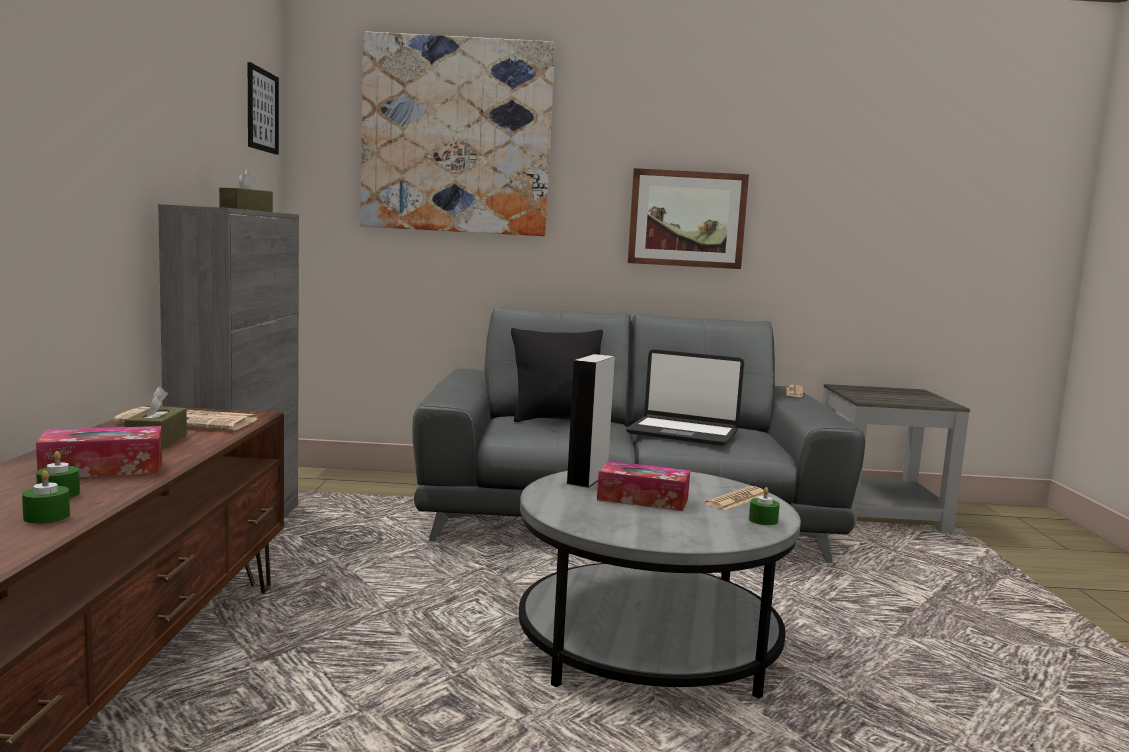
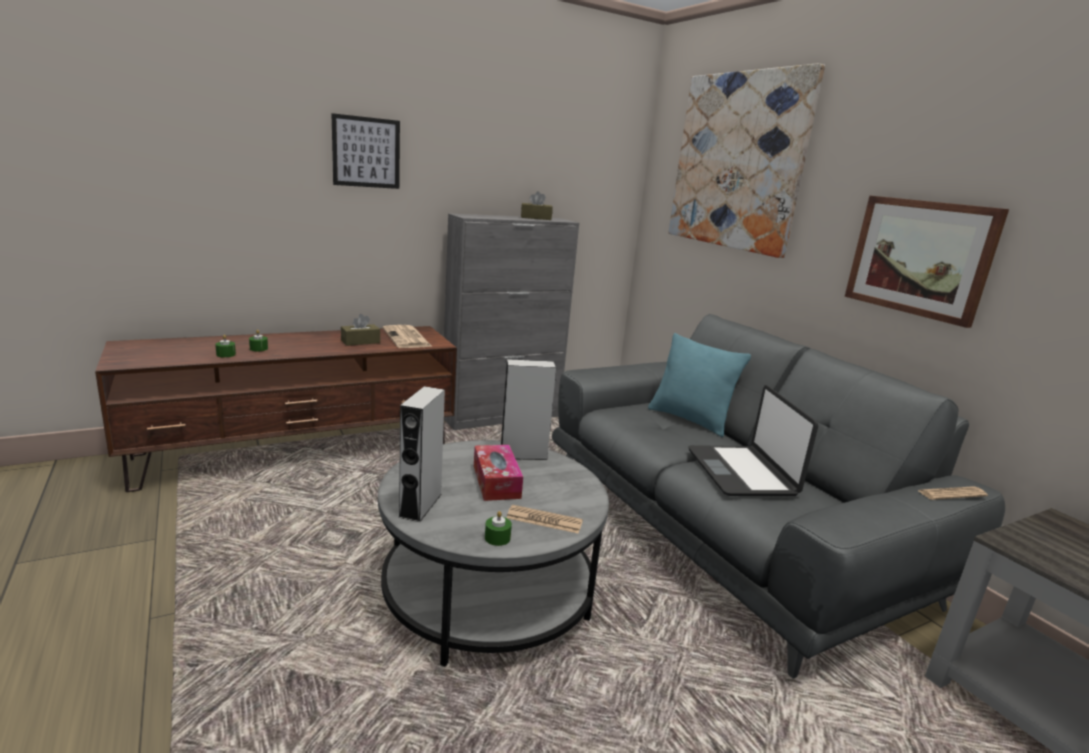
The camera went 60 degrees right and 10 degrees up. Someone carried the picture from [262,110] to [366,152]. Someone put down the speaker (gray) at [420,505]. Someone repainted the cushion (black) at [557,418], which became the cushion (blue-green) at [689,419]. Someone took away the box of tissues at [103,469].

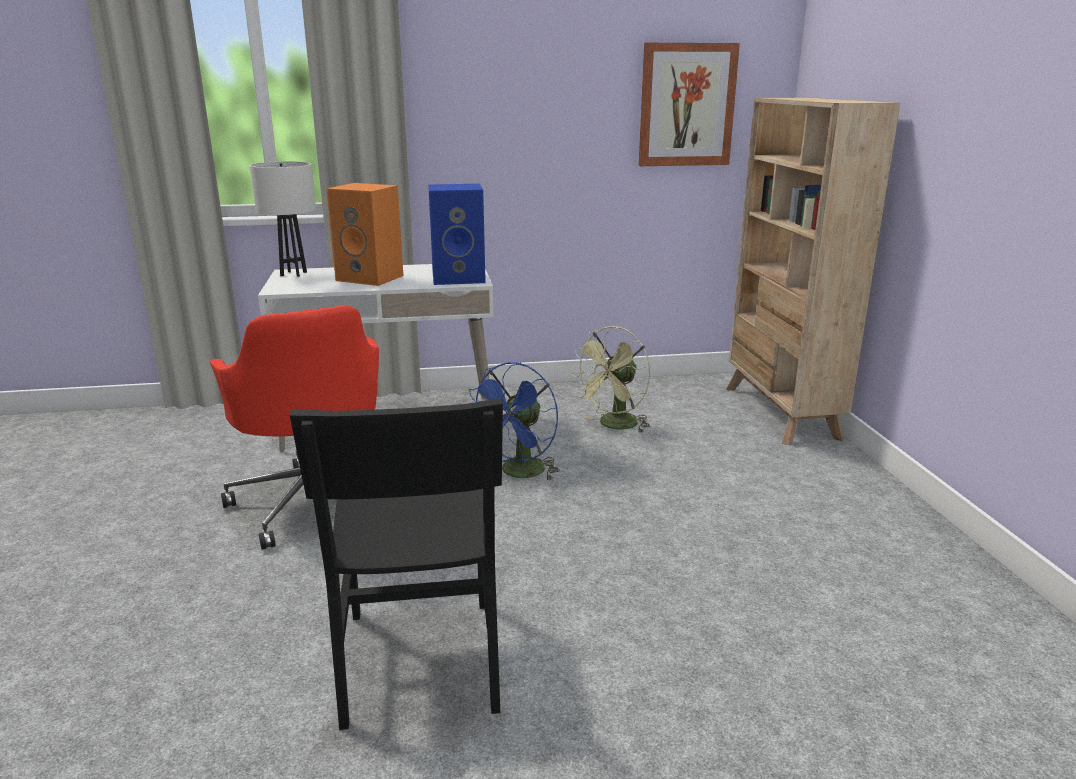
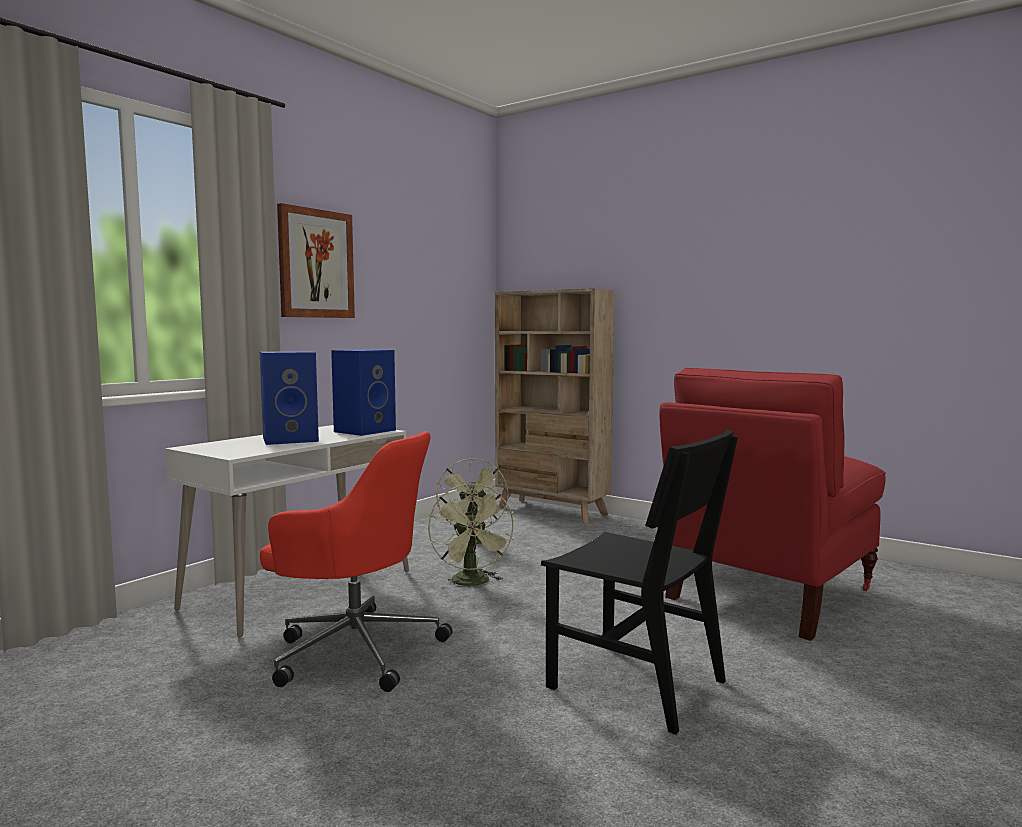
The camera went 45 degrees left and 15 degrees down. Someone repainted the speaker (orange-coloured) at [372,278], which became the speaker (blue) at [292,439]. Someone carried the picture from [686,105] to [316,264]. Someone repainted the cooling fan (blue) at [519,473], which became the cooling fan (green-coloured) at [473,583]. Someone put down the plain chair (red) at [769,594]. Someone took away the table lamp (white) at [293,274].

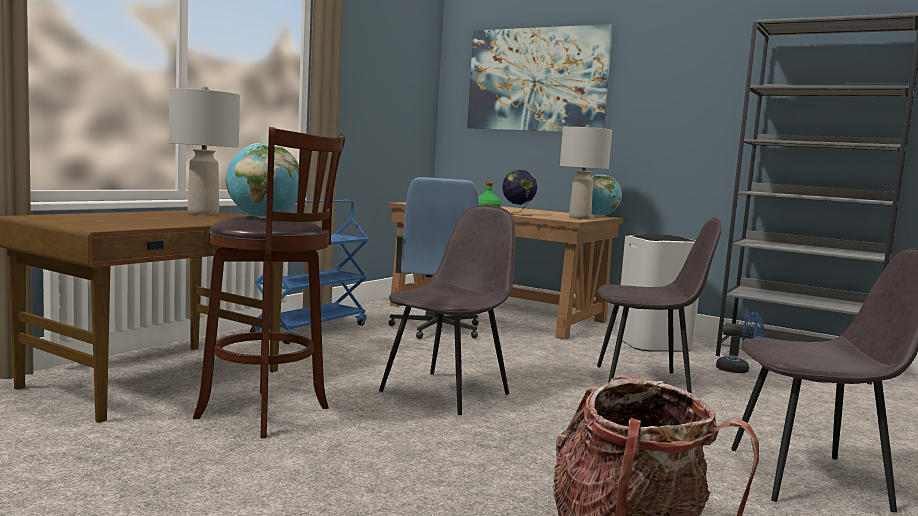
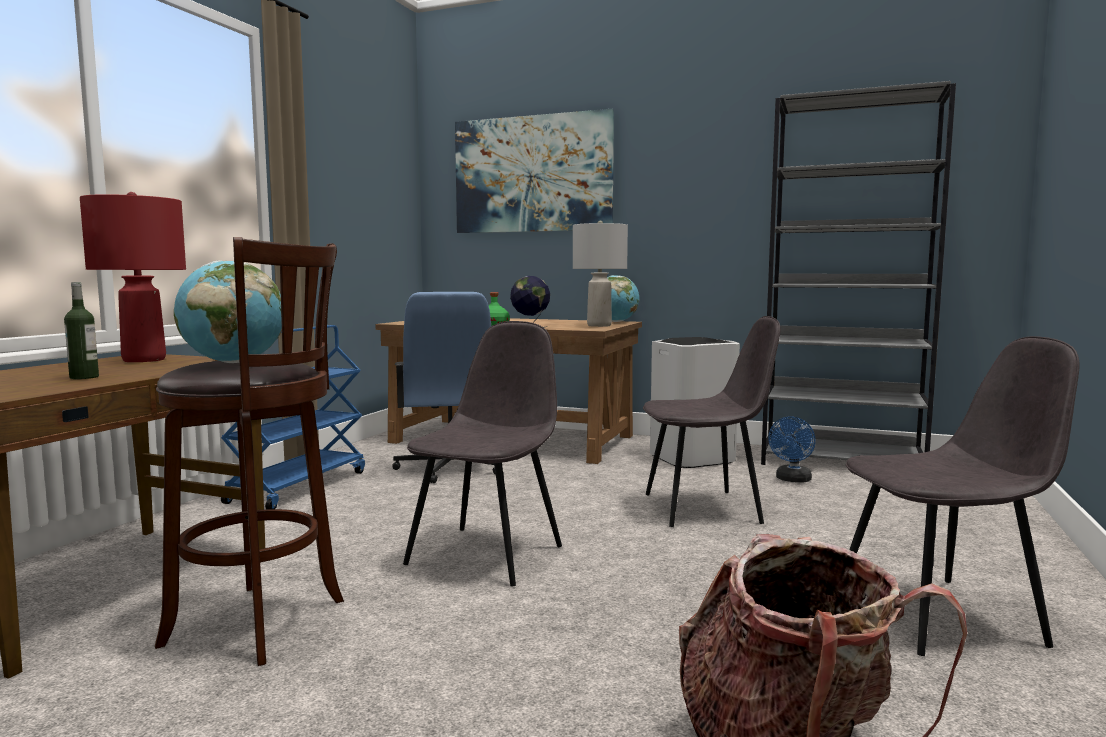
The camera went 10 degrees left and 0 degrees up. Someone put down the beverage bottle at [84,377]. Someone repainted the table lamp (gray) at [204,214], which became the table lamp (red) at [145,360]. Someone rotated the cooling fan (blue) at [738,370] by 105 degrees clockwise.

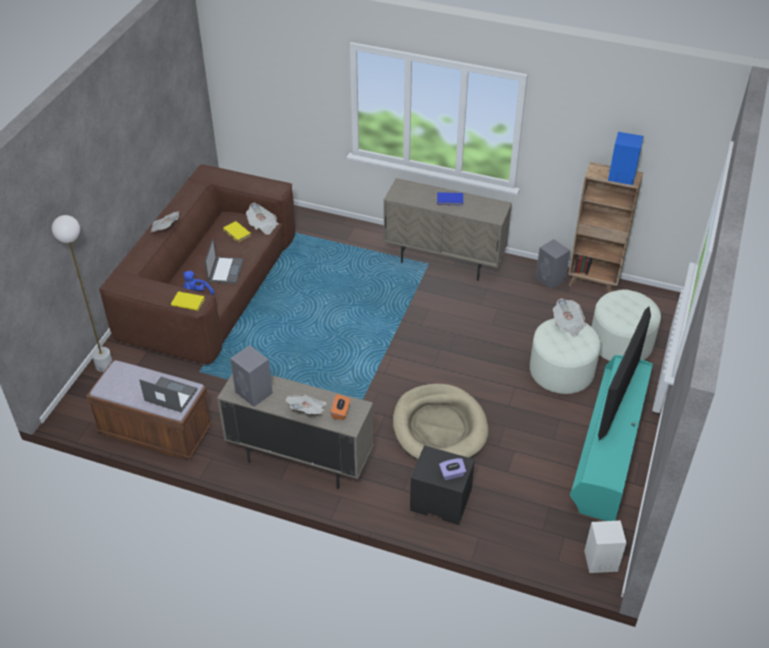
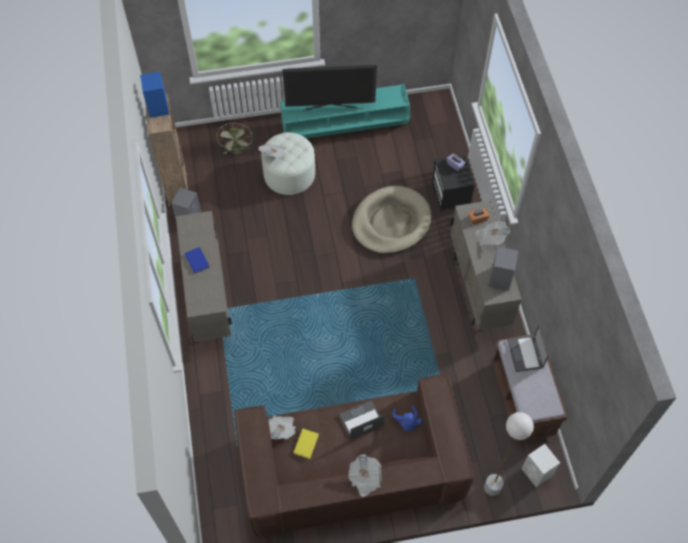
The camera went 120 degrees left and 15 degrees up. Someone swapped the pouffe (white) at [621,342] for the cooling fan (green-coloured) at [237,151]. Someone carried the speaker (white) from [600,561] to [537,473]. Someone took away the book (yellowish) at [188,301].

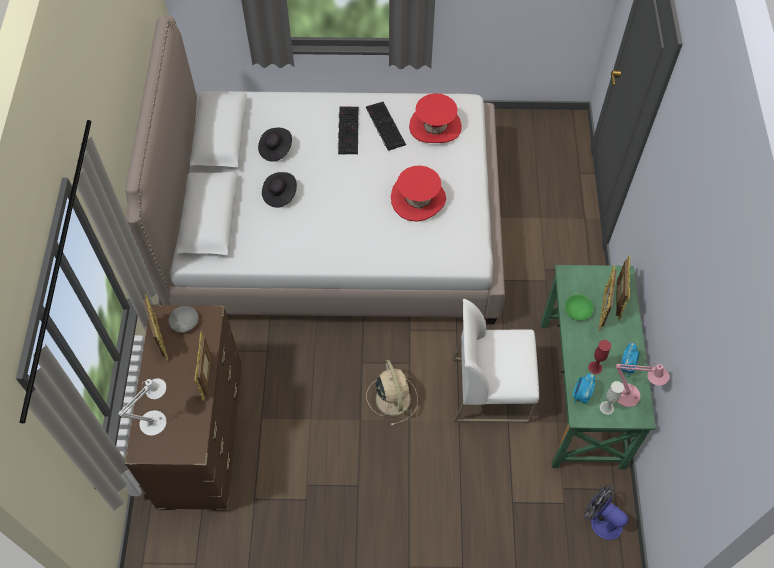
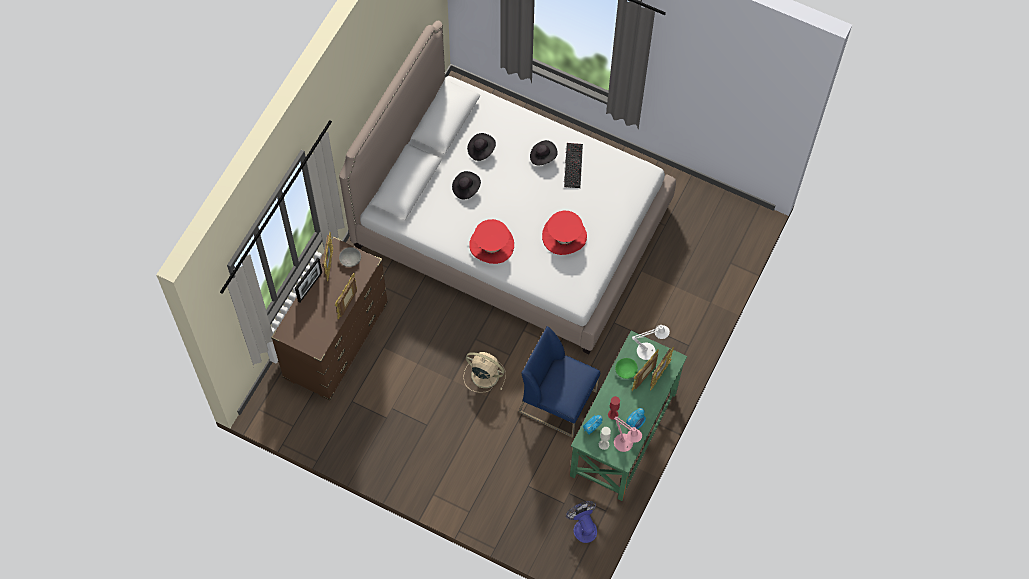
The camera went 25 degrees right and 5 degrees up. Someone put down the picture frame at [310,287]. Someone rotated the cooling fan (beige-coloured) at [392,397] by 75 degrees counterclockwise. Someone carried the clothing hat (red) from [435,126] to [491,245]. Someone repainted the plain chair (white) at [491,389], which became the plain chair (blue) at [558,401]. Someone swapped the computer keyboard at [347,130] for the clothing hat (black) at [543,156]. Someone carried the table lamp (white) from [157,421] to [649,351].

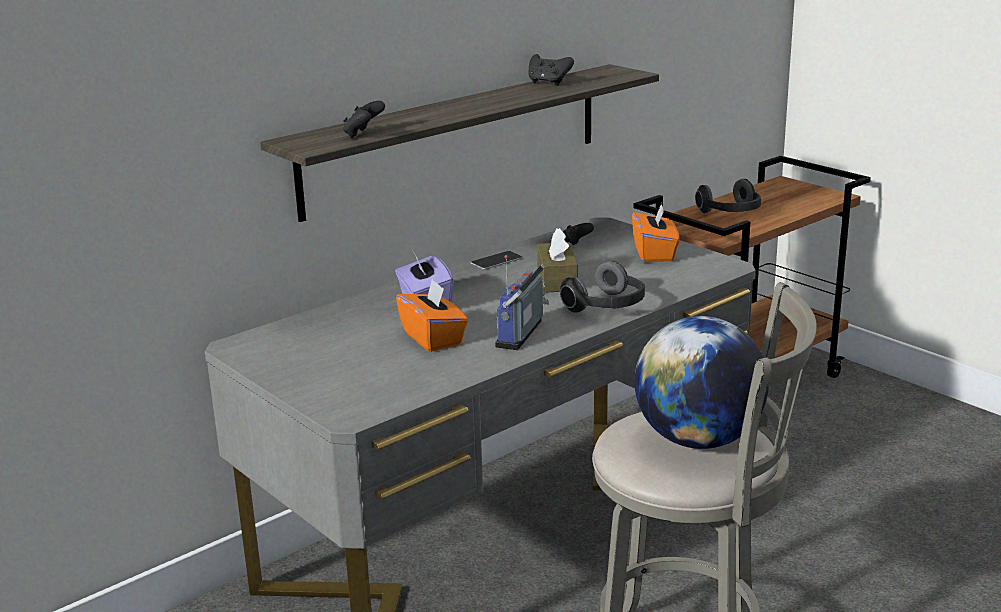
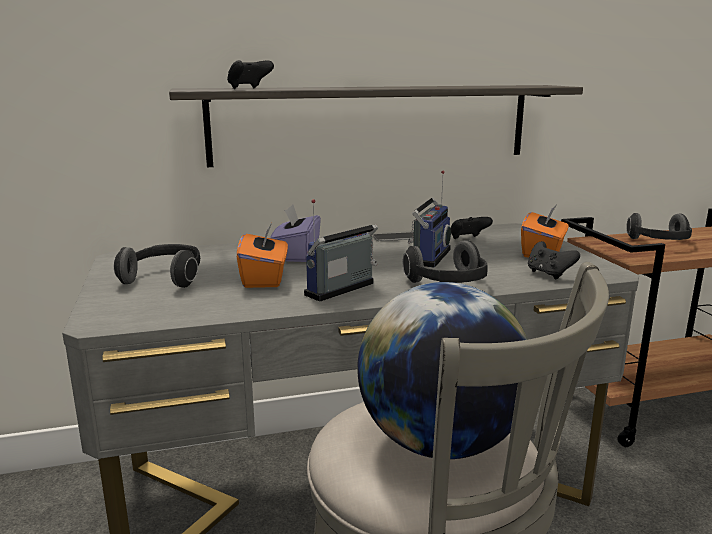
The camera went 25 degrees right and 5 degrees down. Someone put down the headphones at [165,278]. Someone swapped the box of tissues (brown) at [557,279] for the radio receiver at [429,257]. Someone carried the joypad (black) from [548,83] to [549,274].

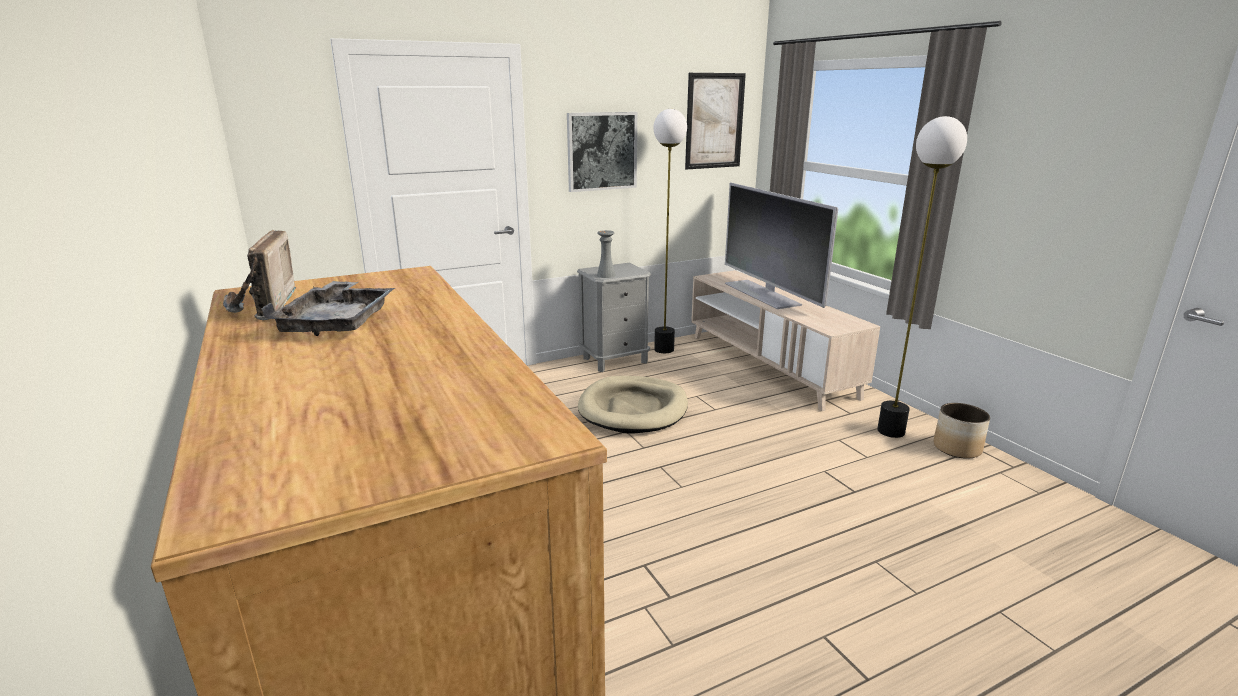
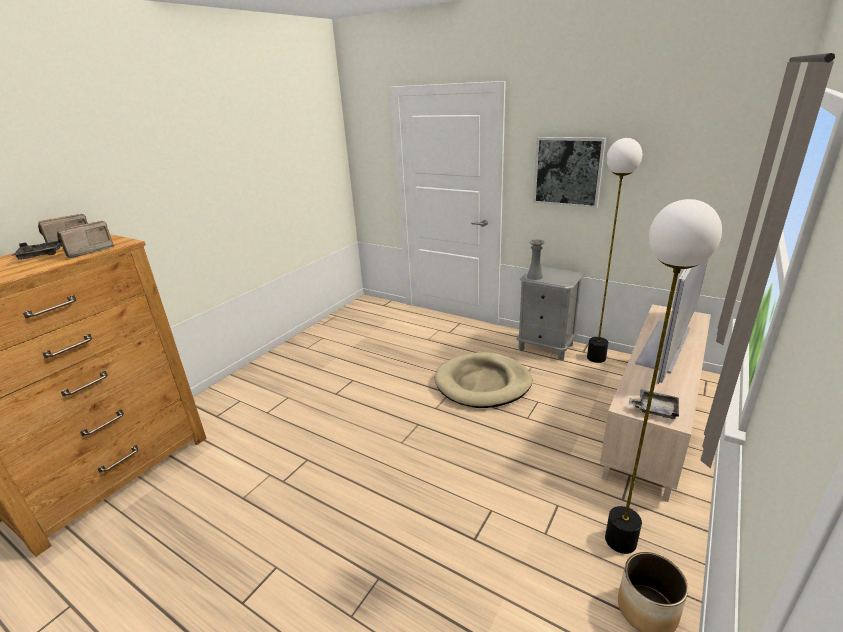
The camera went 60 degrees right and 5 degrees up. Someone put down the radio receiver at [87,251]. Someone put down the serving tray (gray) at [654,409]. Someone took away the picture at [714,121].

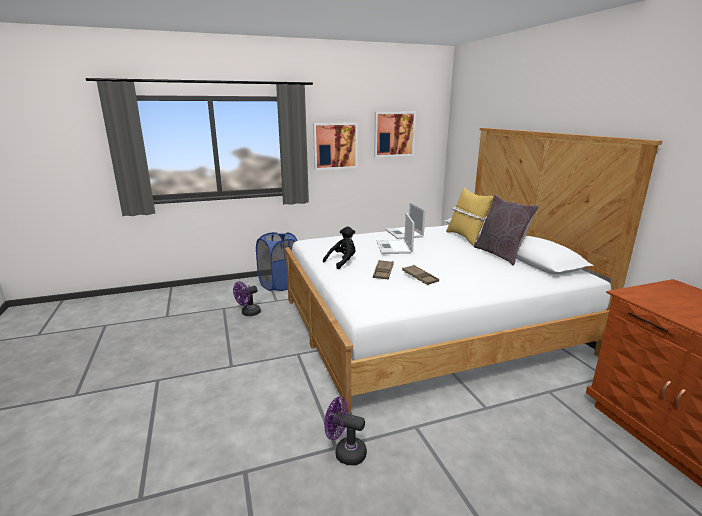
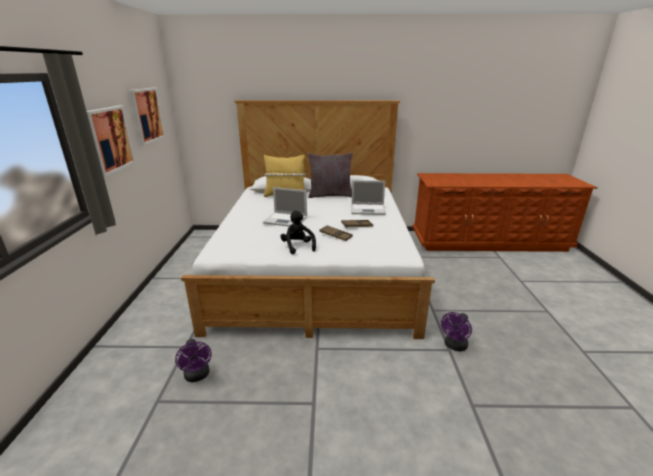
The camera went 70 degrees left and 5 degrees up. Someone carried the portable computer from [404,233] to [368,209]. Someone took away the hamper (blue) at [279,285].

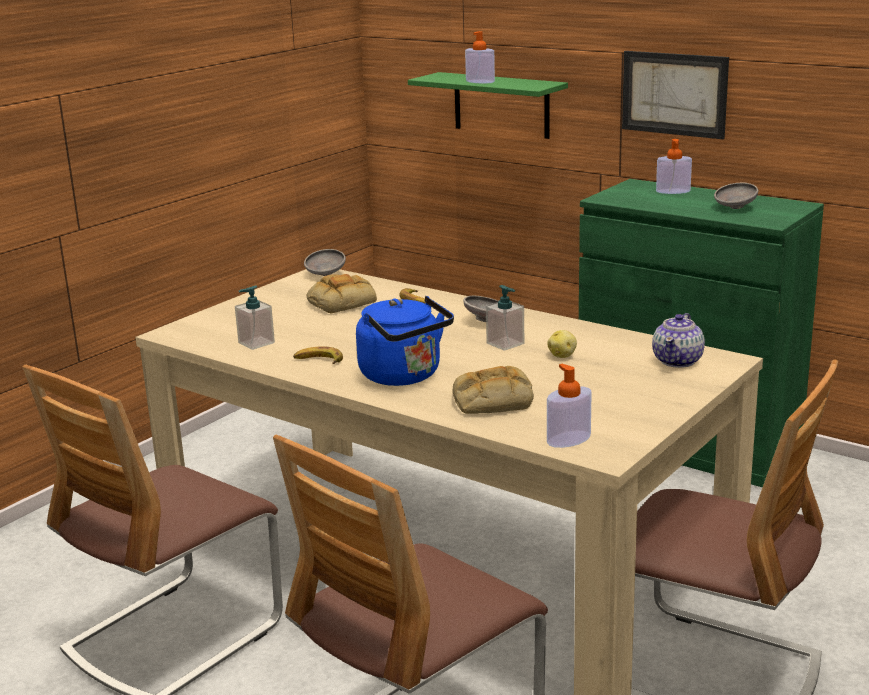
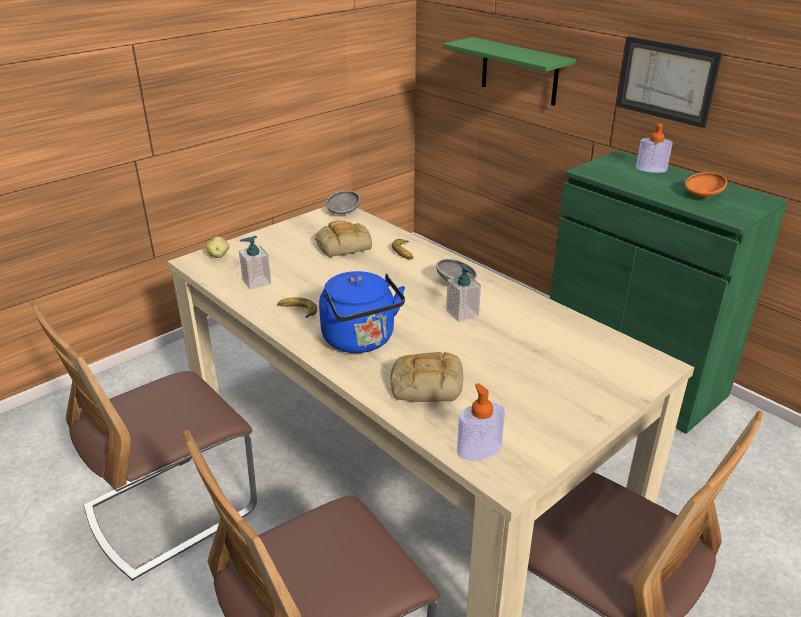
The camera went 10 degrees right and 10 degrees up. Someone carried the whole potato from [562,355] to [219,255]. Someone repainted the deep dish (gray) at [734,208], which became the deep dish (orange-coloured) at [702,196]. Someone took away the soap dispenser at [480,81]. Someone took away the tea pot at [678,361].

